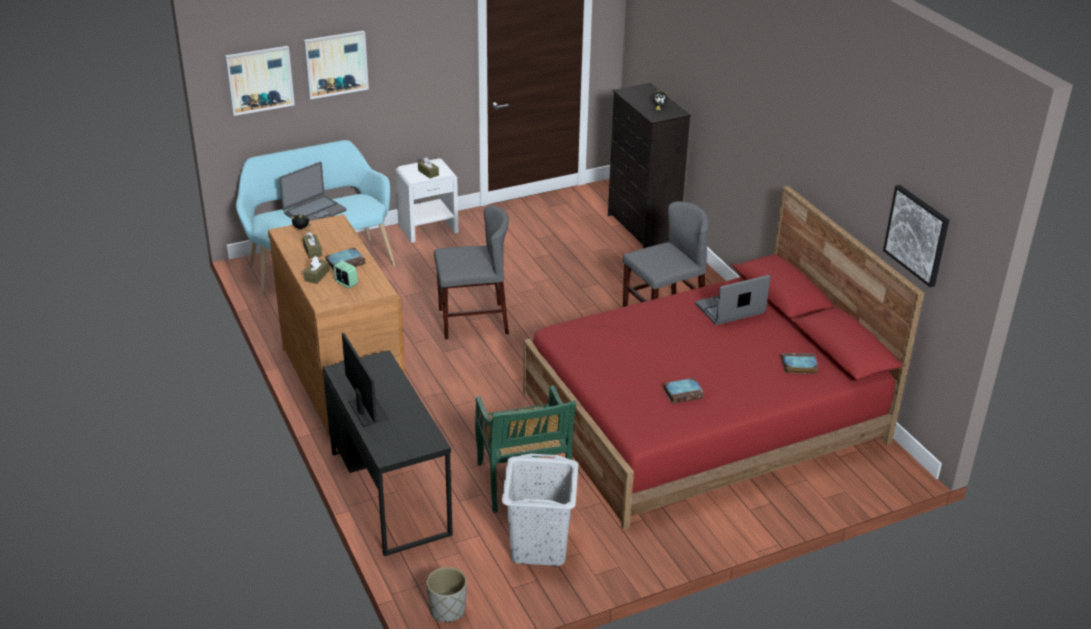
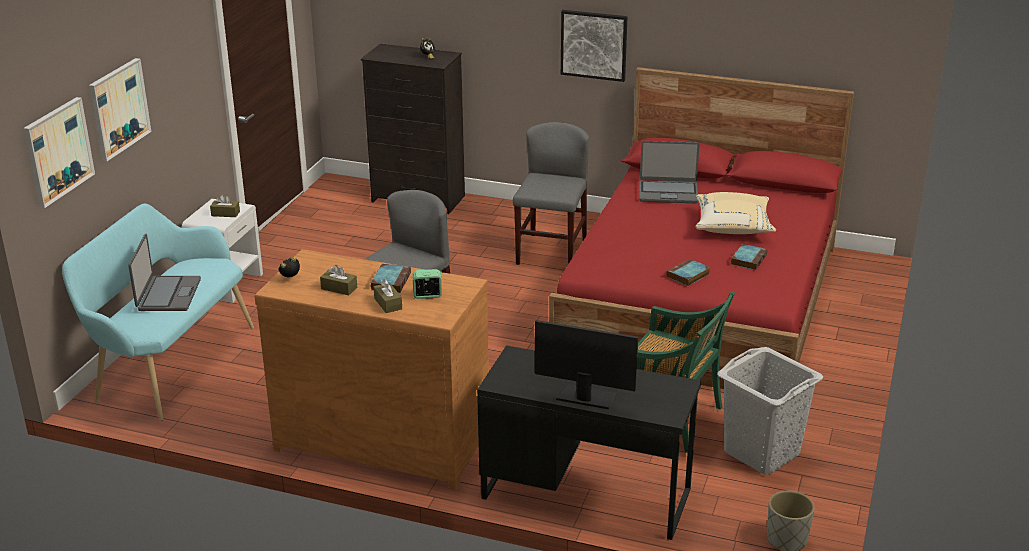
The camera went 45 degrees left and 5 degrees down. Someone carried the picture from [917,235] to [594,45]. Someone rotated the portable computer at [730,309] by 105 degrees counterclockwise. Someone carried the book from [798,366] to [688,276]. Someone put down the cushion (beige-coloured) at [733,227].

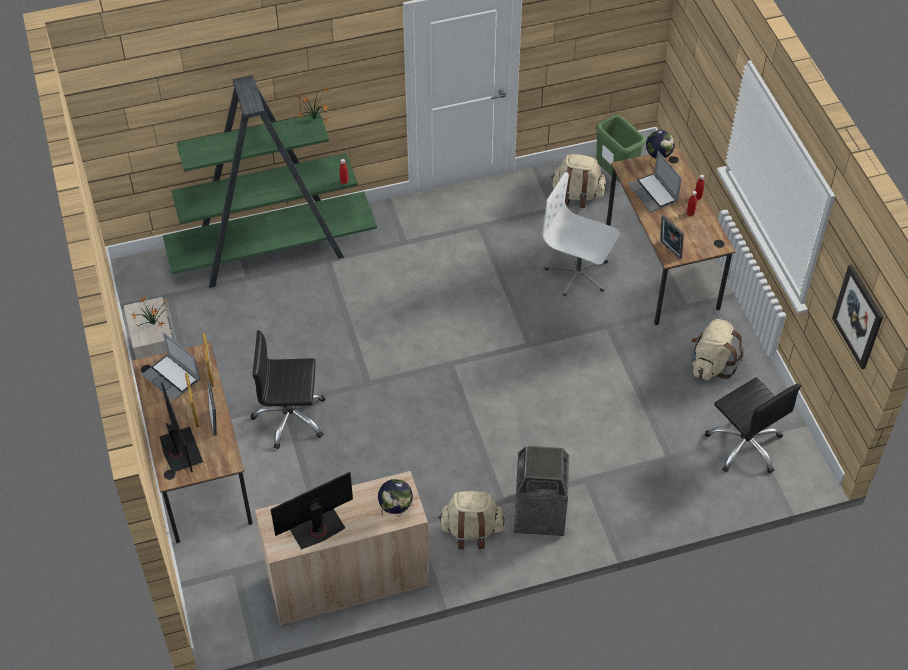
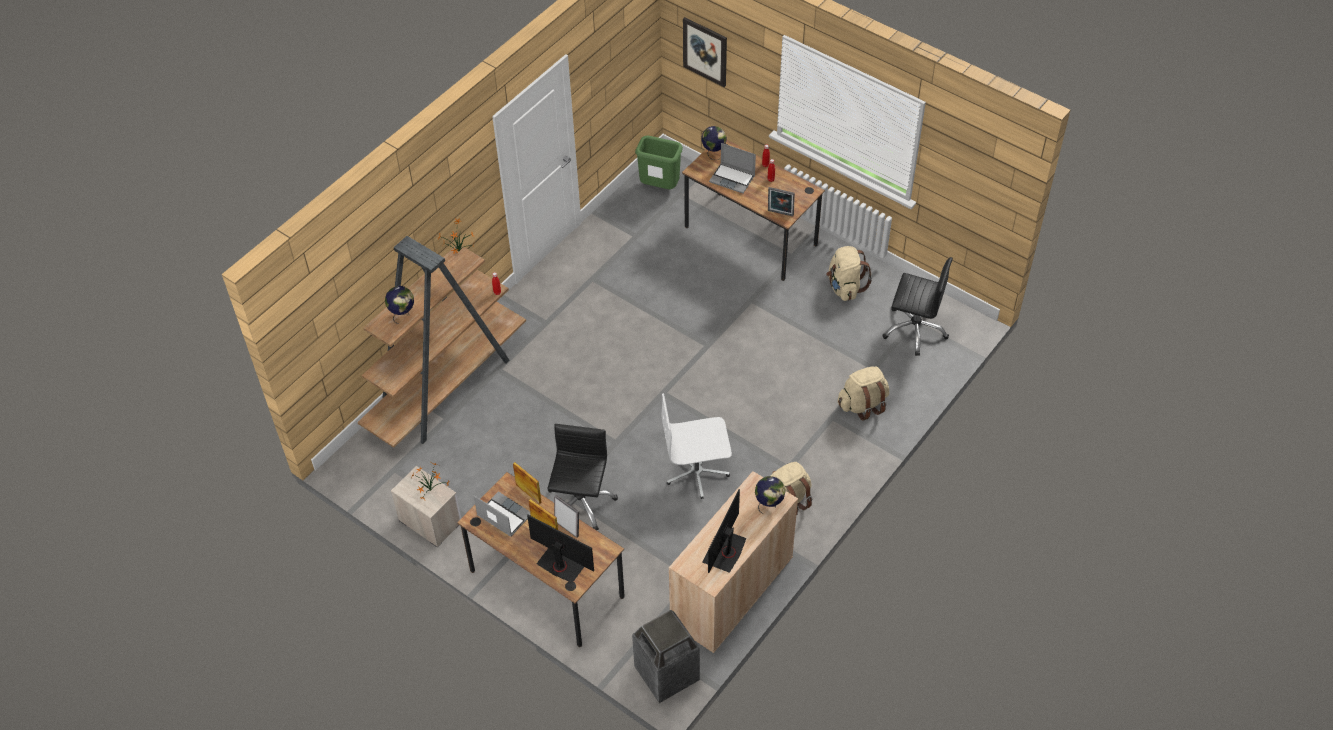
The camera went 35 degrees left and 0 degrees up. Someone repainted the shelving unit (green-coloured) at [273,250], which became the shelving unit (brown) at [447,386]. Someone put down the desk globe at [402,314]. Someone rotated the portable computer at [172,378] by 150 degrees counterclockwise. Someone rotated the office chair (black) at [290,418] by 135 degrees clockwise. Someone carried the rubbish bin from [539,514] to [666,674]. Someone carried the office chair (white) from [578,274] to [697,472]. Someone carried the picture from [858,317] to [705,51]. Someone carried the rucksack (beige-coloured) from [577,195] to [862,404].

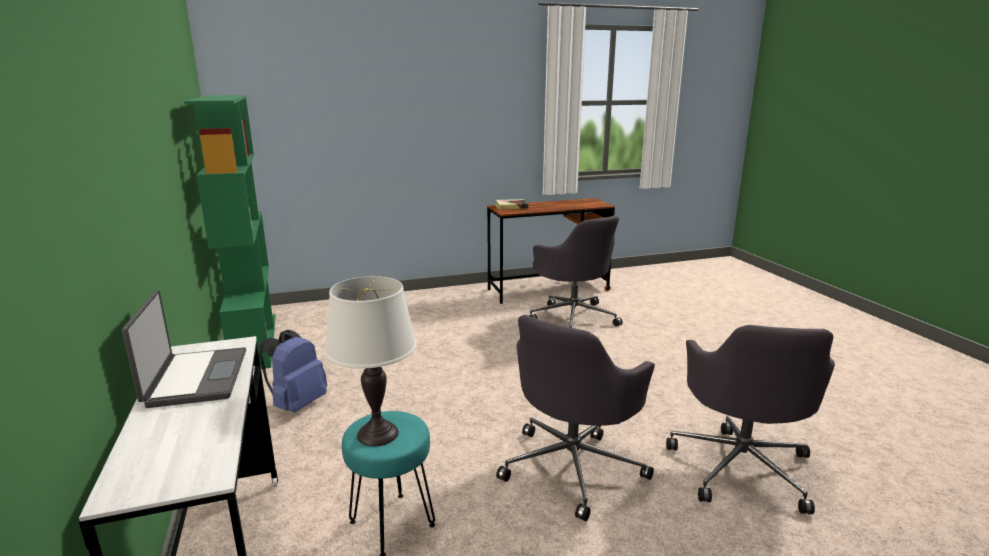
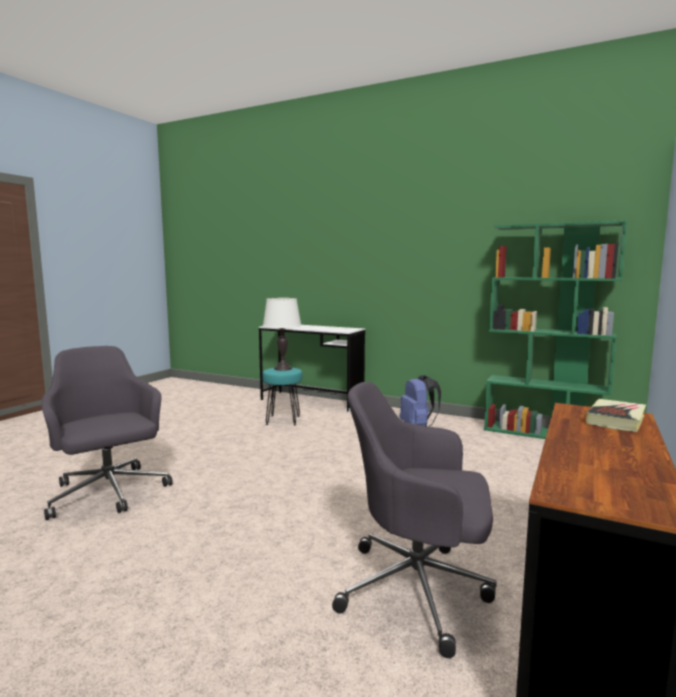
The camera went 135 degrees right and 10 degrees down. Someone took away the portable computer at [195,378]. Someone took away the office chair (gray) at [573,466].

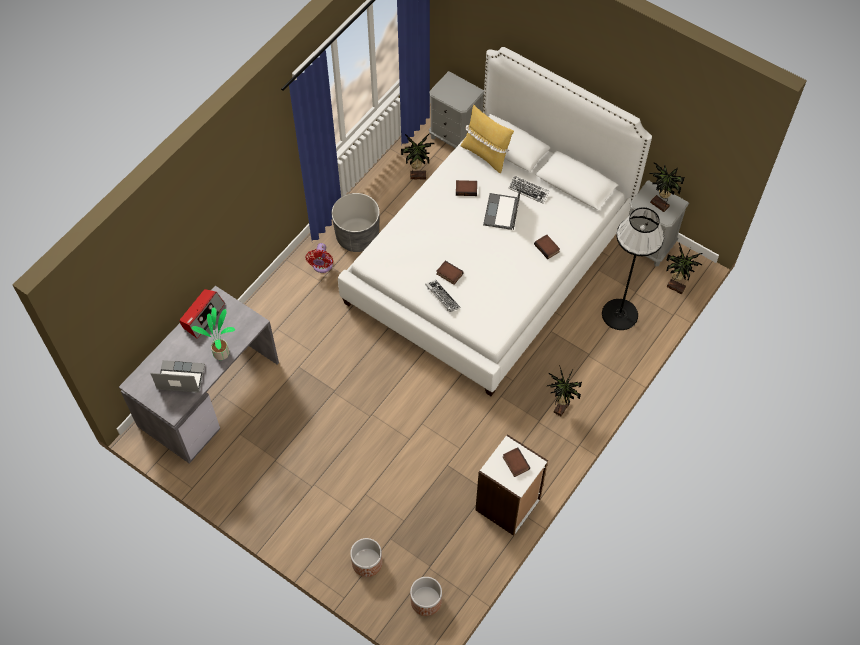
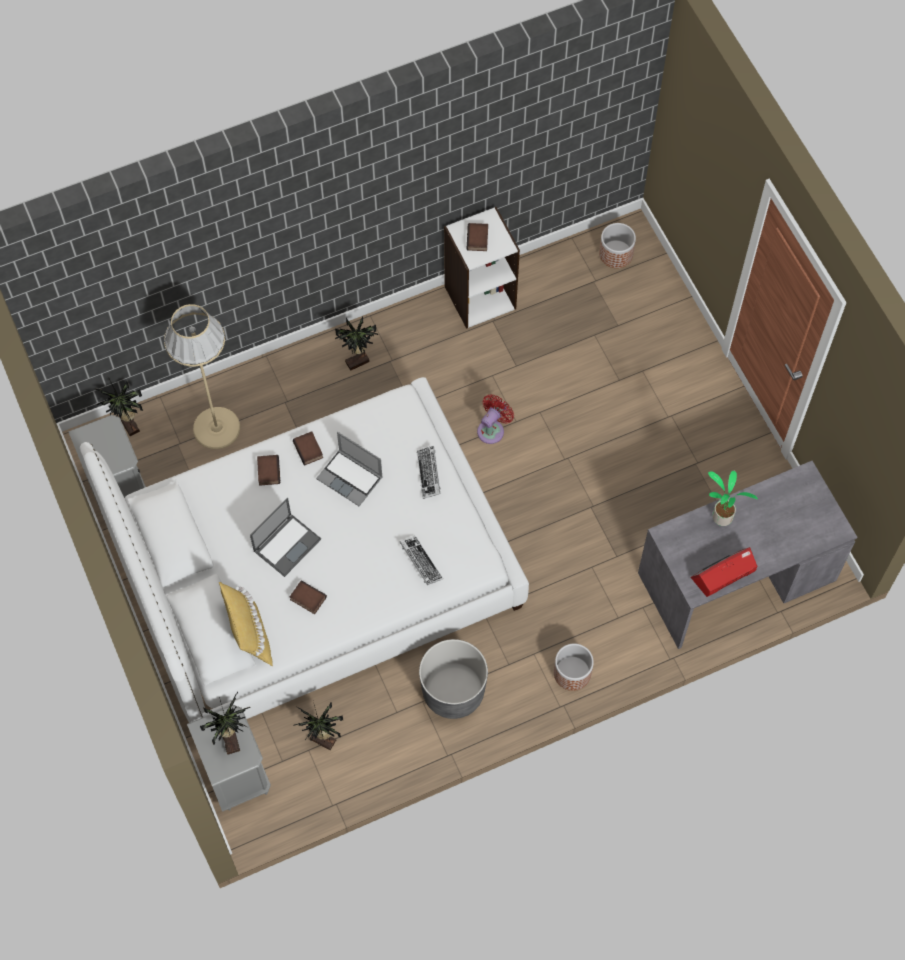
The camera went 150 degrees left and 5 degrees up. Someone repainted the standard lamp (black) at [619,314], which became the standard lamp (beige-coloured) at [217,428]. Someone carried the potted plant from [659,206] to [232,740]. Someone carried the book from [448,274] to [309,450]. Someone carried the portable computer from [180,378] to [351,478]. Someone carried the computer keyboard from [528,191] to [421,562]. Someone carried the cooling fan (red) from [322,266] to [492,429]. Someone carried the planter from [367,562] to [572,673].

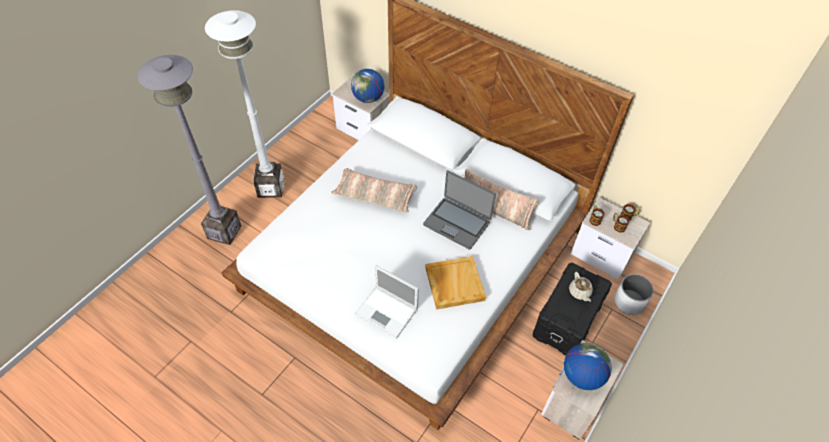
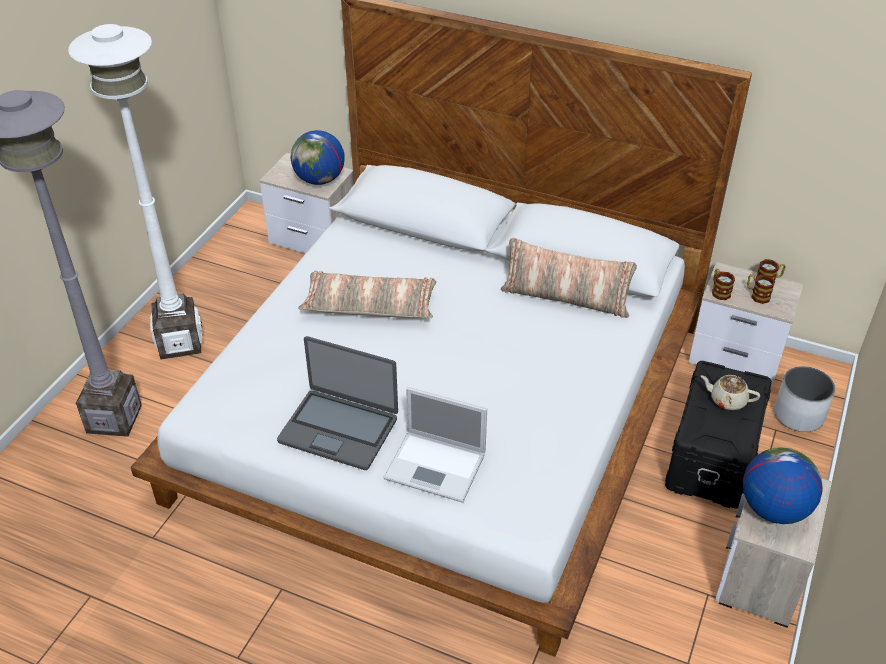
The camera went 10 degrees left and 10 degrees down. Someone carried the portable computer from [457,223] to [339,429]. Someone rotated the tea pot (beige-coloured) at [579,292] by 135 degrees clockwise. Someone took away the serving tray (beige-coloured) at [454,283].

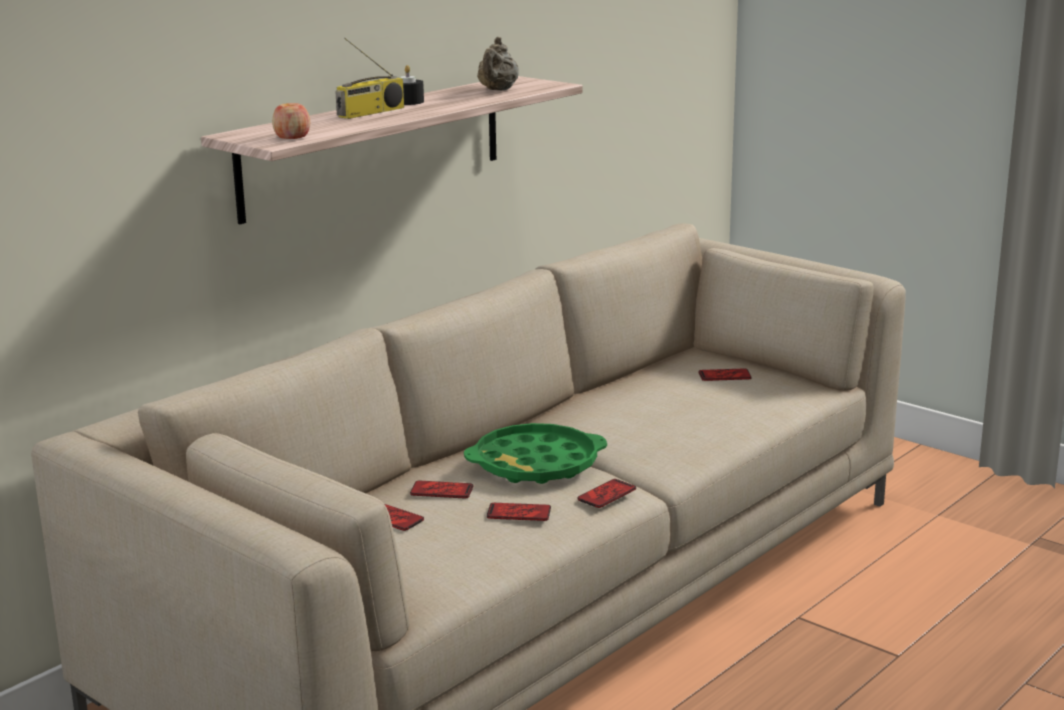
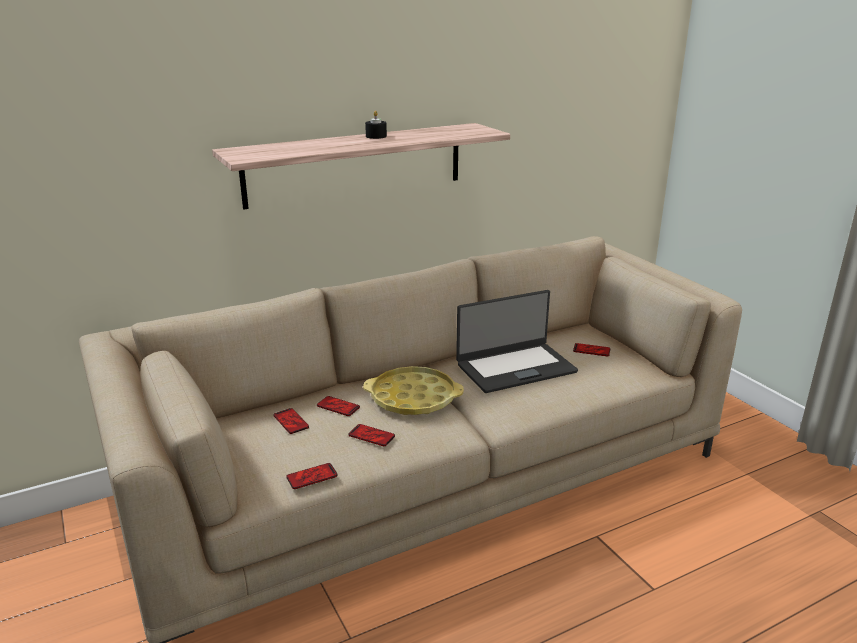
The camera went 20 degrees right and 5 degrees up. Someone carried the phone from [607,495] to [312,477]. Someone repainted the serving tray (green-coloured) at [536,464], which became the serving tray (yellowish) at [413,398]. Someone put down the portable computer at [515,367]. Someone took away the whole apple at [292,137]. Someone took away the radio receiver at [371,113]. Someone took away the tea pot (beige-coloured) at [498,90].

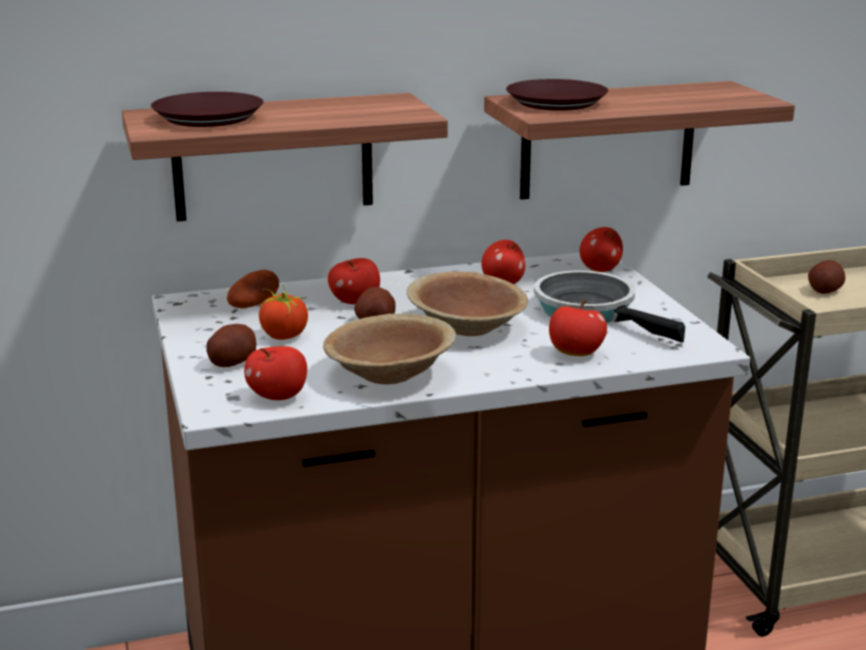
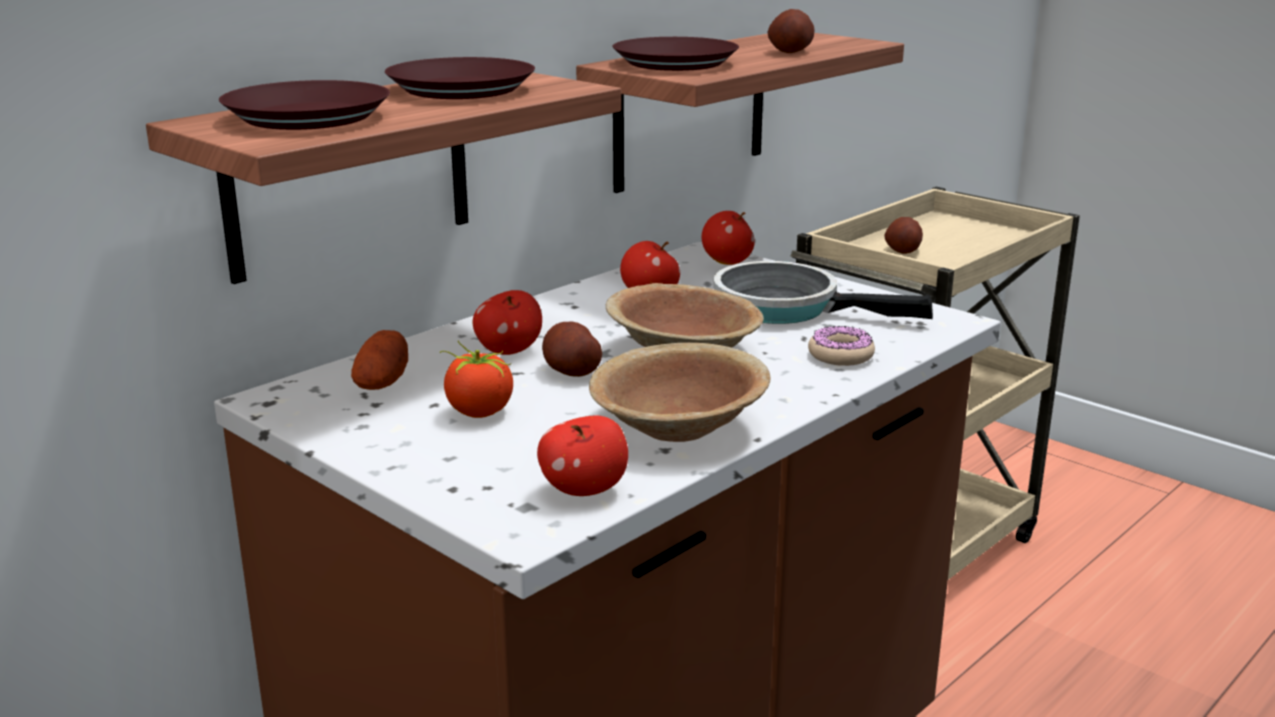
The camera went 30 degrees left and 0 degrees up. Someone put down the plate (brown) at [459,89]. Someone carried the whole potato from [232,362] to [790,51]. Someone swapped the whole apple at [576,354] for the ring doughnut at [840,355].

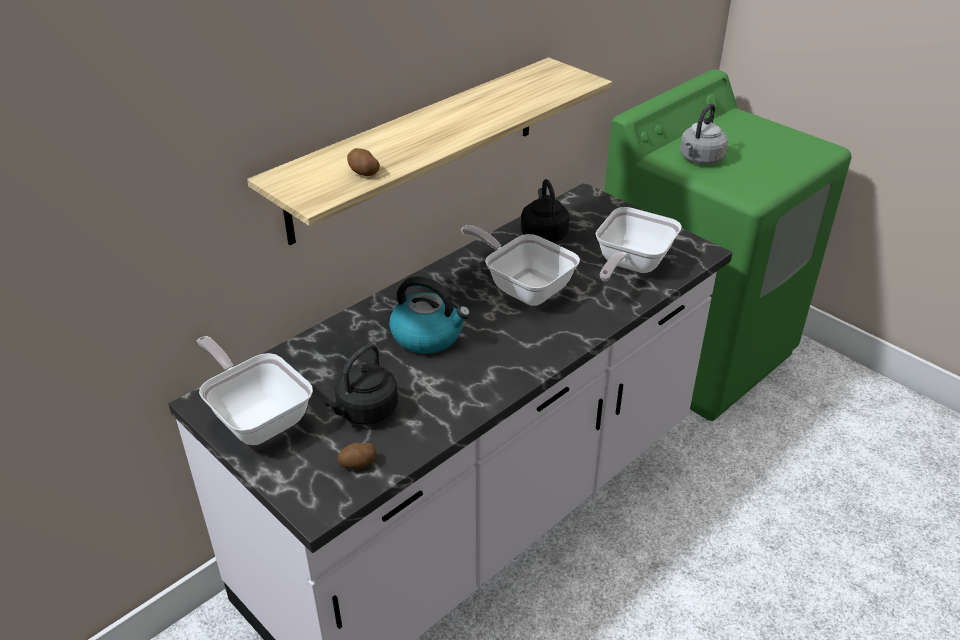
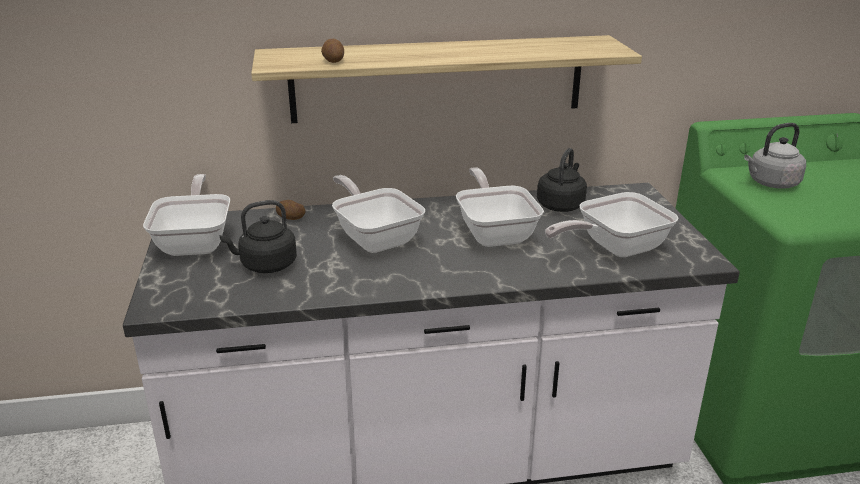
The camera went 35 degrees right and 10 degrees down. Someone carried the whole potato from [358,464] to [290,218]. Someone swapped the tea kettle at [428,336] for the frying pan at [375,237].

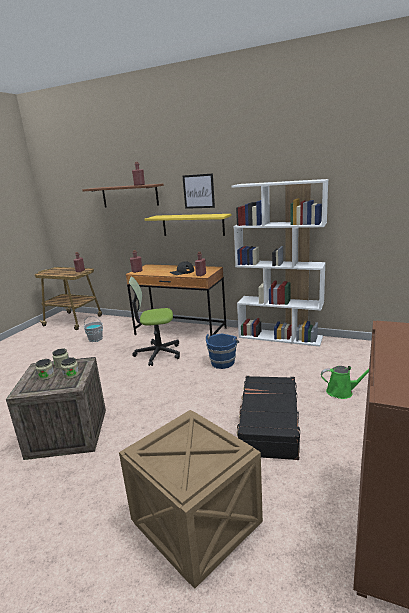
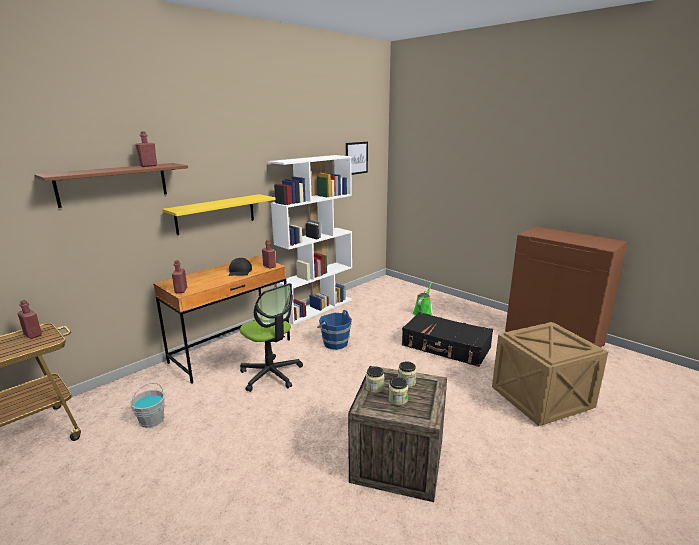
The camera went 70 degrees left and 0 degrees up. Someone rotated the office chair at [158,353] by 60 degrees counterclockwise. Someone carried the picture from [198,191] to [356,158].

